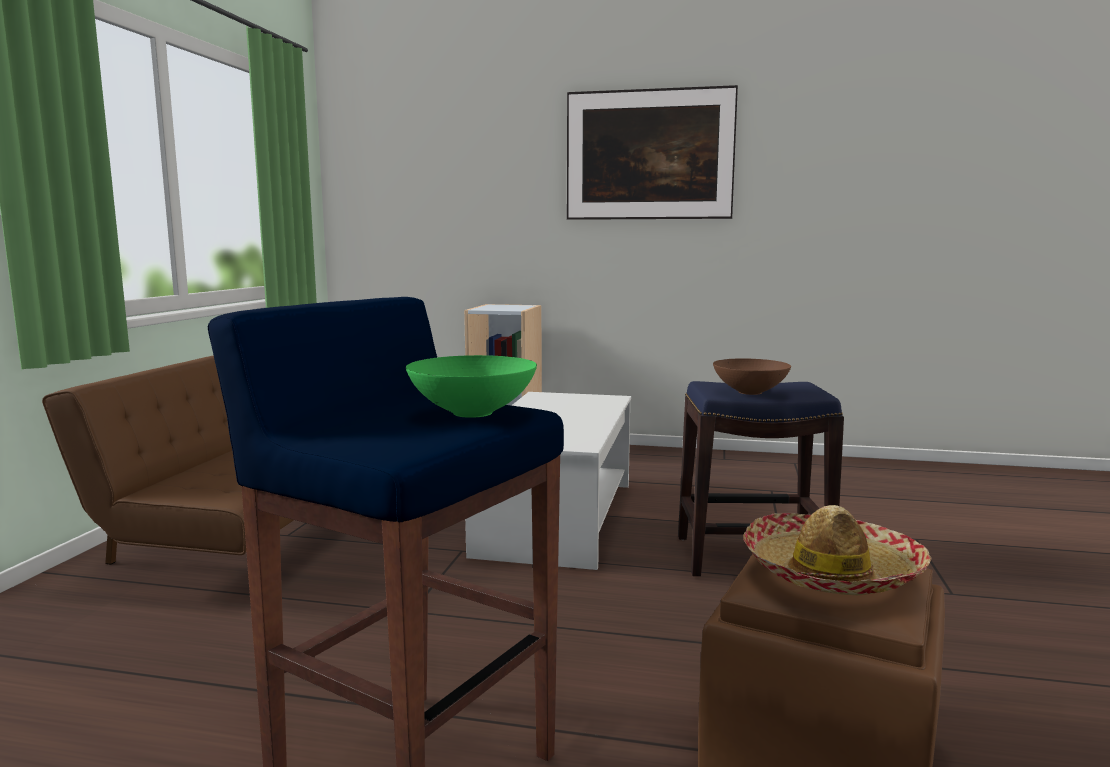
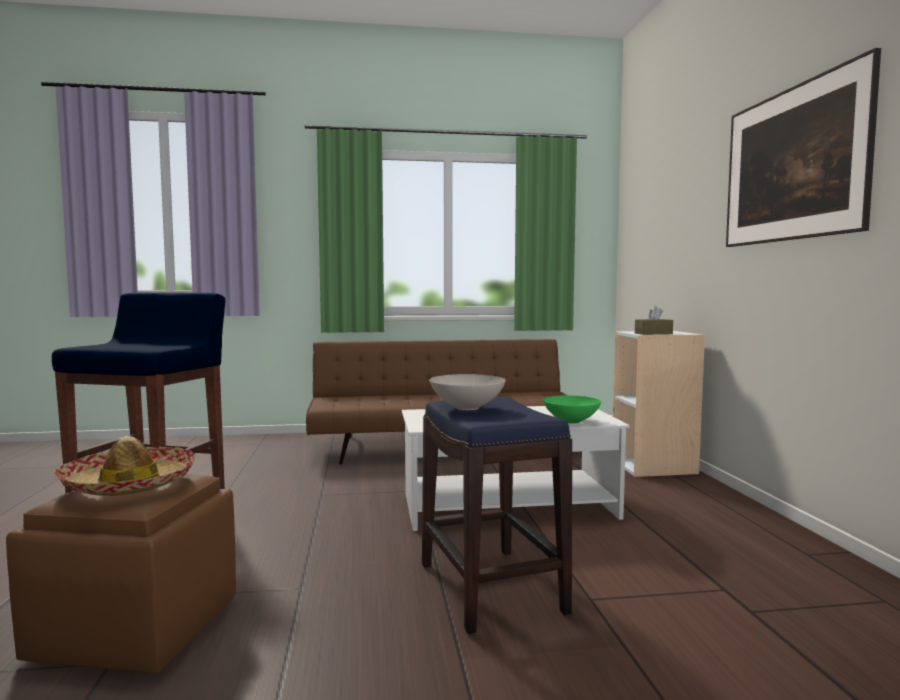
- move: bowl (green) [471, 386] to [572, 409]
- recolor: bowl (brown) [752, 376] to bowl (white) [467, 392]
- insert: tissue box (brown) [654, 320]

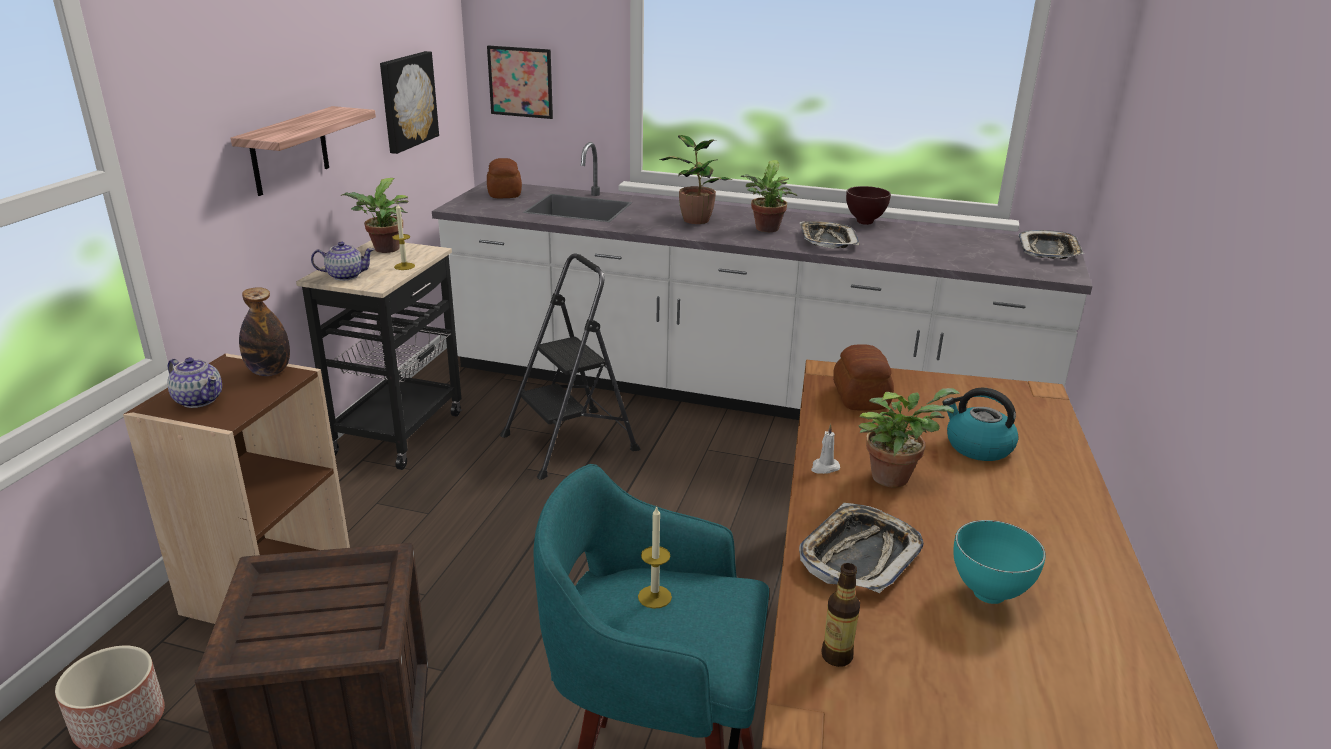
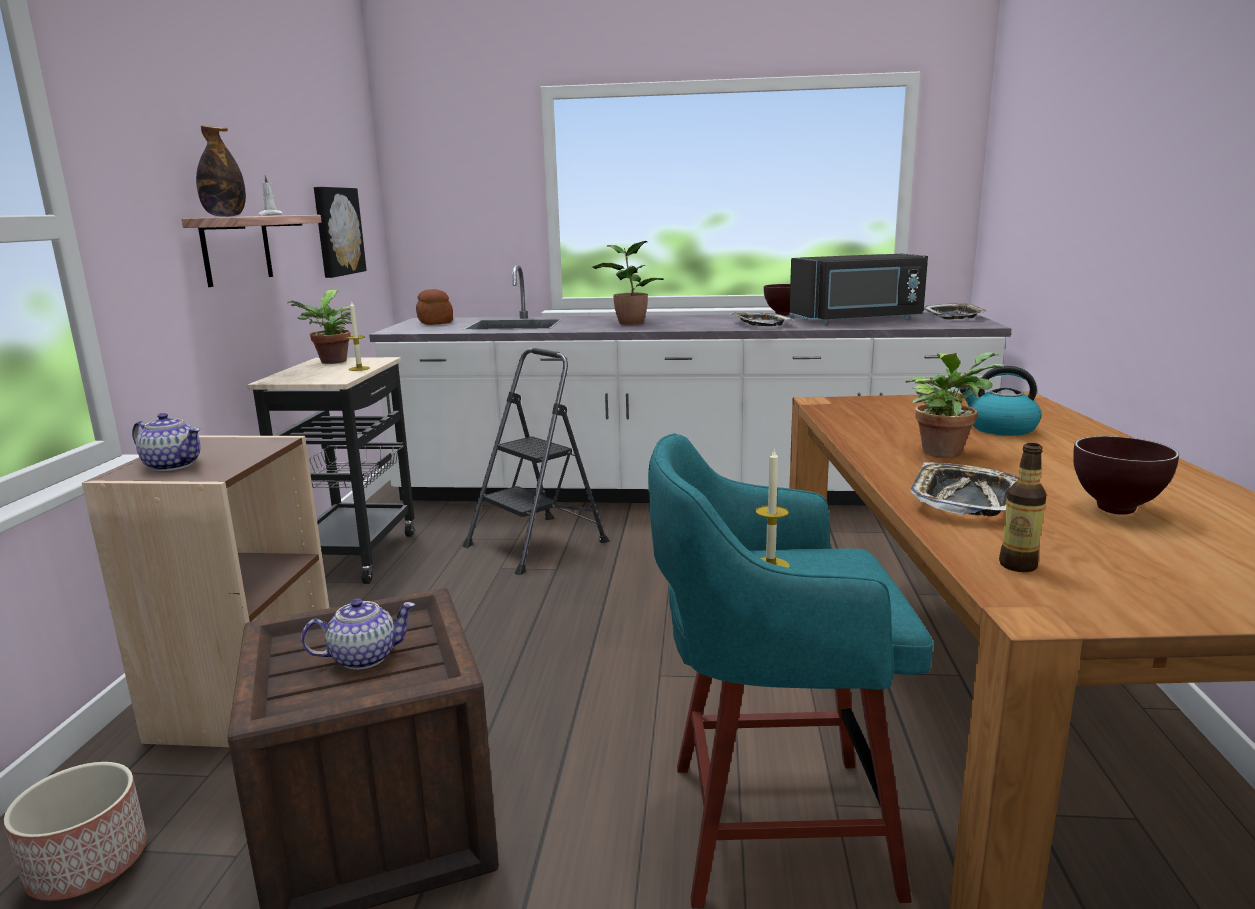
- move: bottle [264, 331] to [221, 171]
- move: teapot [343, 261] to [358, 634]
- delete: picture [520, 82]
- delete: potted plant [769, 196]
- move: candle (white) [825, 449] to [270, 195]
- delete: bread [863, 378]
- recolor: bowl (turquoise) [999, 562] to bowl (brown) [1126, 475]
- insert: microwave (black) [858, 289]

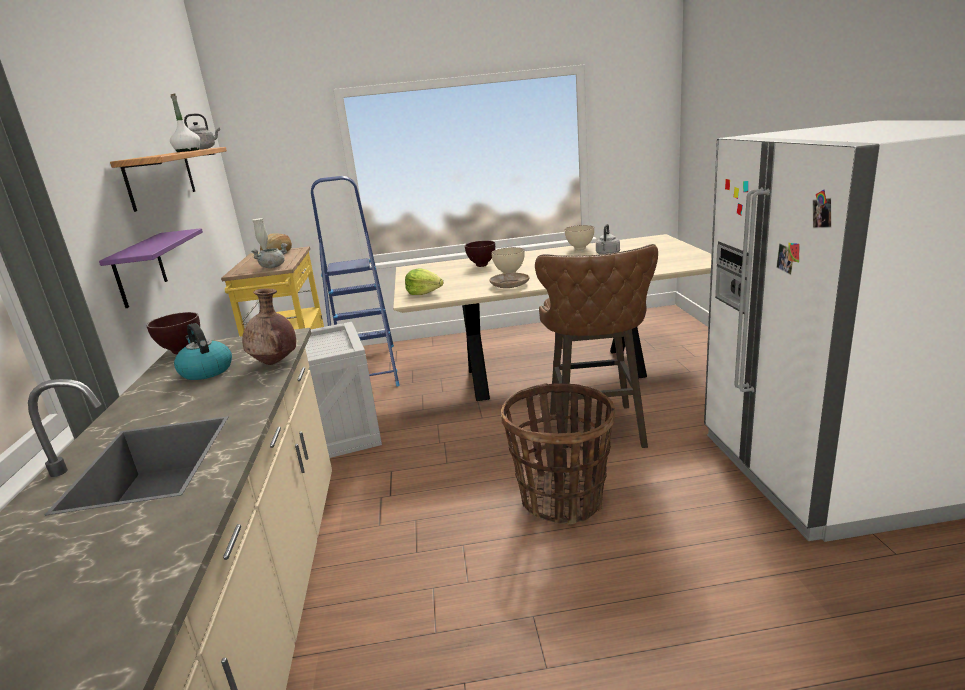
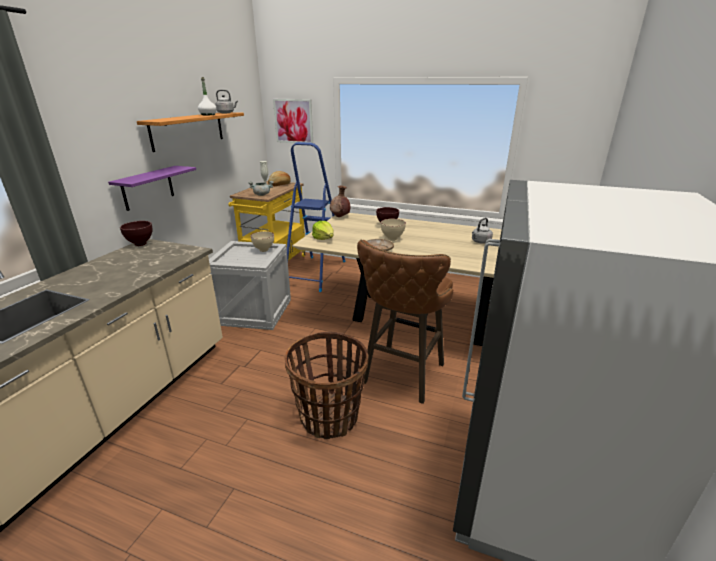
- delete: kettle [203, 351]
- move: vase (brown) [269, 327] to [340, 201]
- move: bowl (beige) [579, 237] to [262, 241]
- insert: picture [293, 121]

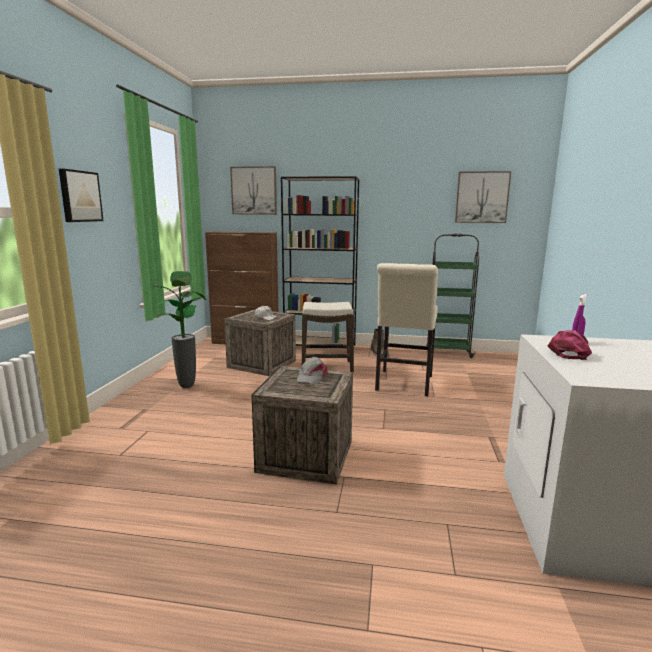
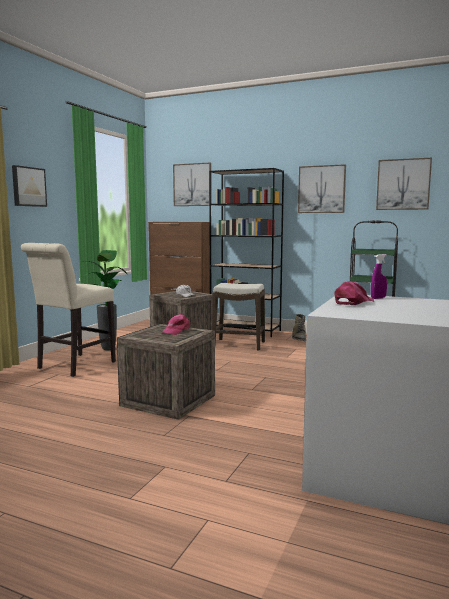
- recolor: cap (grey) [312, 370] to cap (pink) [175, 324]
- move: stool (beige) [406, 329] to [68, 310]
- insert: picture [322, 188]

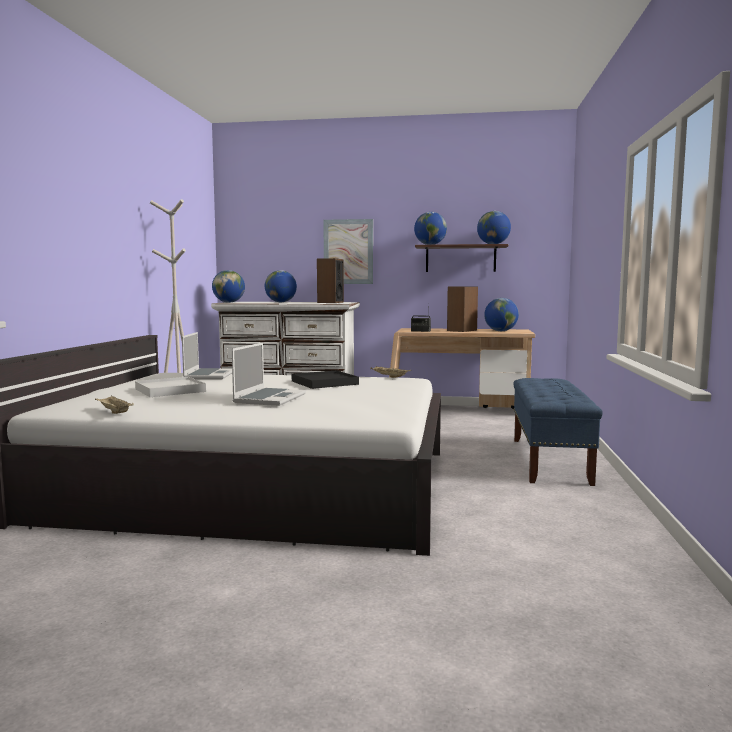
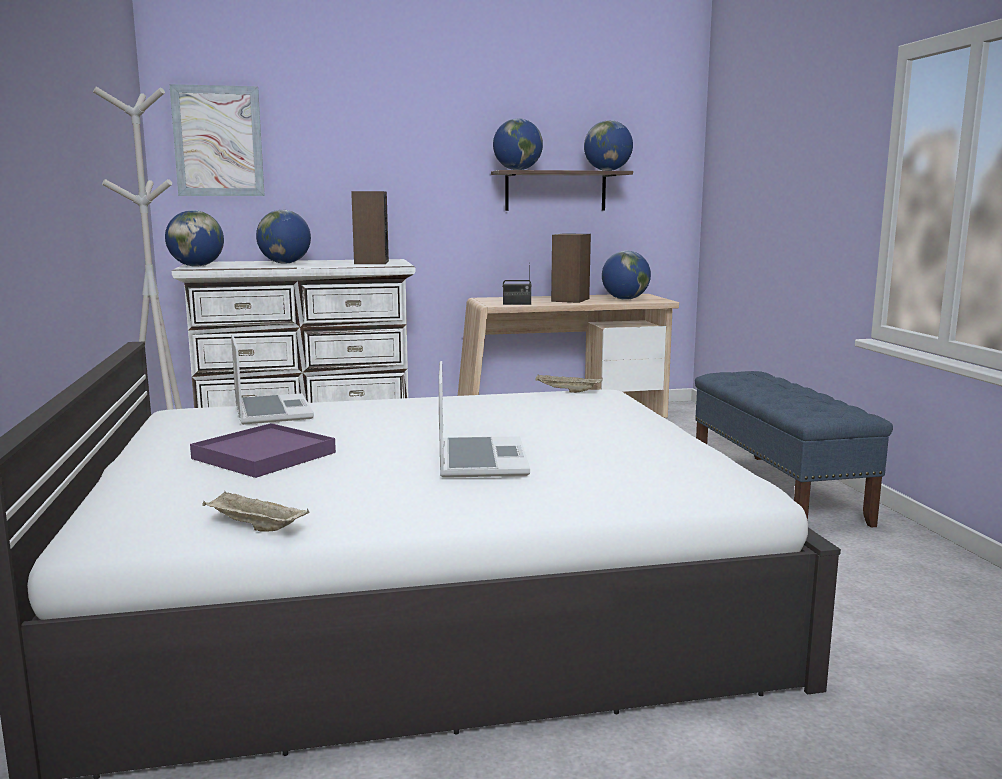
- recolor: tray (white) [170, 387] to tray (purple) [263, 450]
- delete: tray (black) [325, 380]
- move: picture [348, 251] to [217, 140]

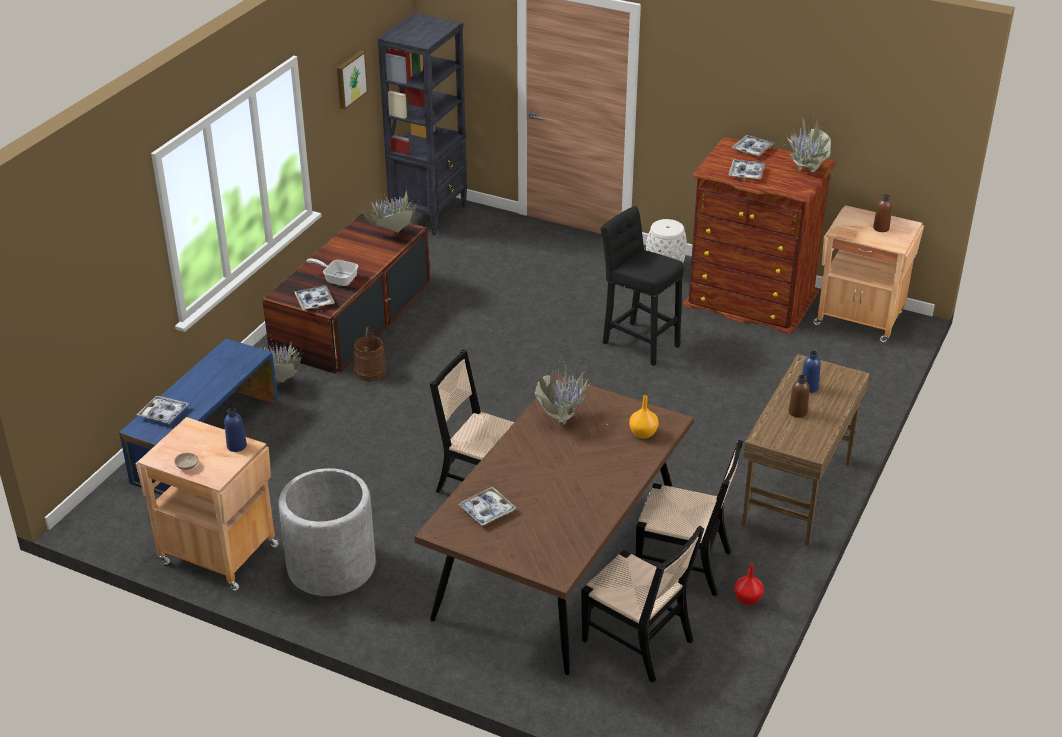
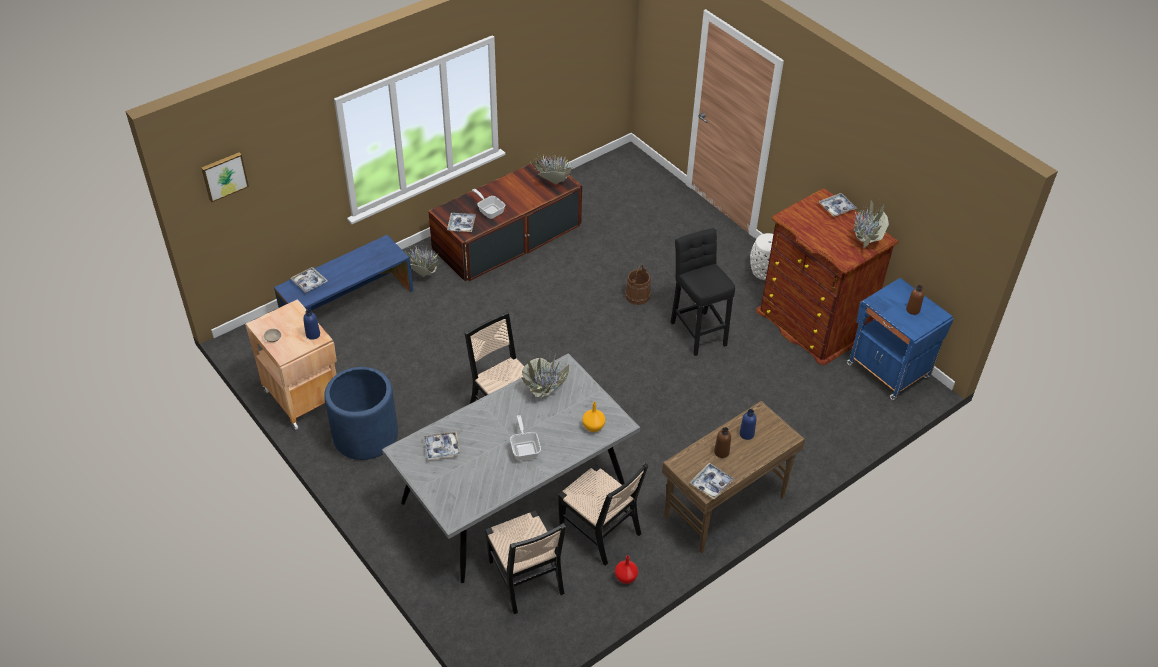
- recolor: planter (grey) [327, 532] to planter (blue) [361, 413]
- move: picture [352, 79] to [225, 177]
- move: bucket (brown) [370, 354] to [638, 285]
- delete: bookcase (black) [423, 124]
- recolor: dining table (brown) [554, 525] to dining table (grey) [511, 468]
- move: tray [746, 169] to [712, 481]
- recolor: cart (brown) [869, 273] to cart (blue) [900, 339]
- insert: frying pan [525, 438]

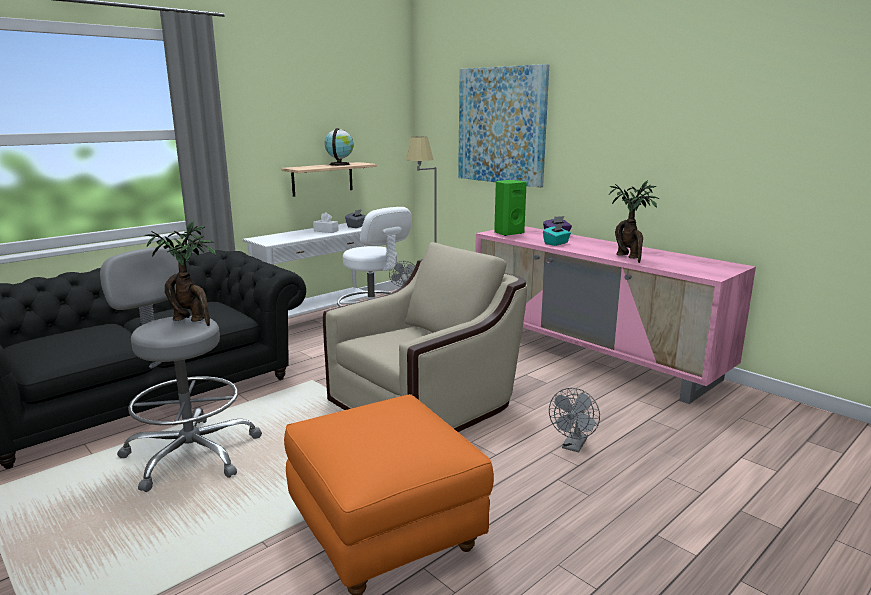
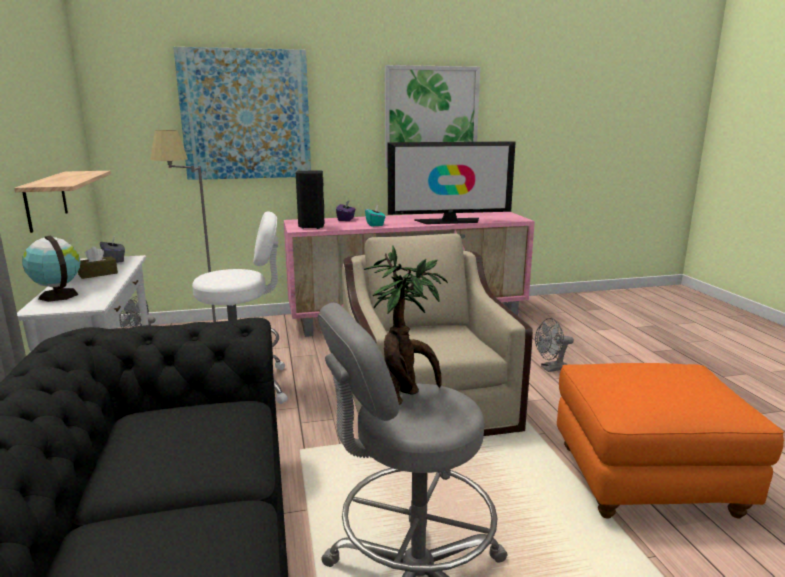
- recolor: tissue box (white) [326, 222] to tissue box (brown) [98, 262]
- move: globe [339, 147] to [51, 269]
- recolor: speaker (green) [510, 208] to speaker (black) [310, 199]
- rotate: fan (grey) [574, 420] = [554, 345] 105 degrees clockwise
- replace: potted plant [634, 221] to television [452, 182]
- insert: picture [432, 116]

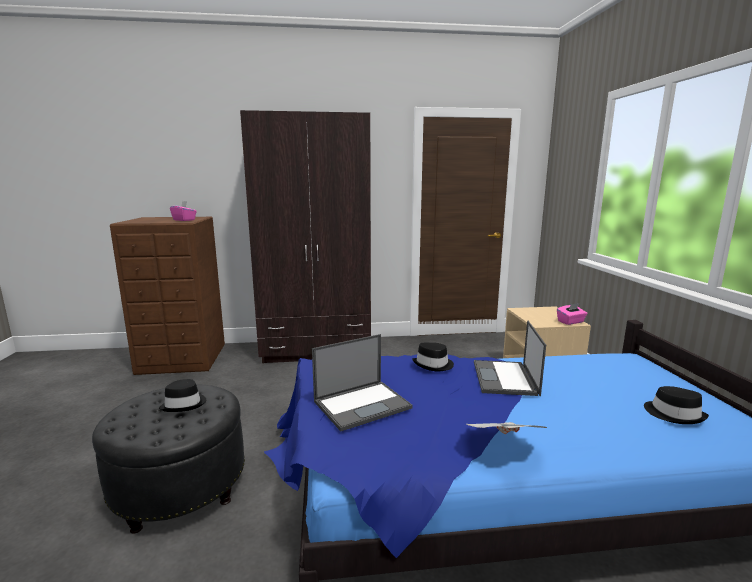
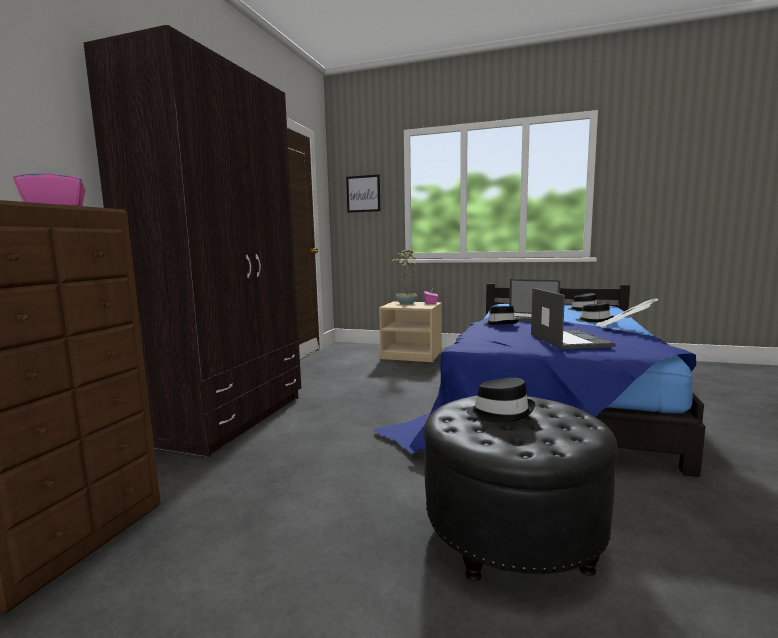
- insert: picture [363, 194]
- insert: potted plant [404, 277]
- insert: hat (black) [594, 312]

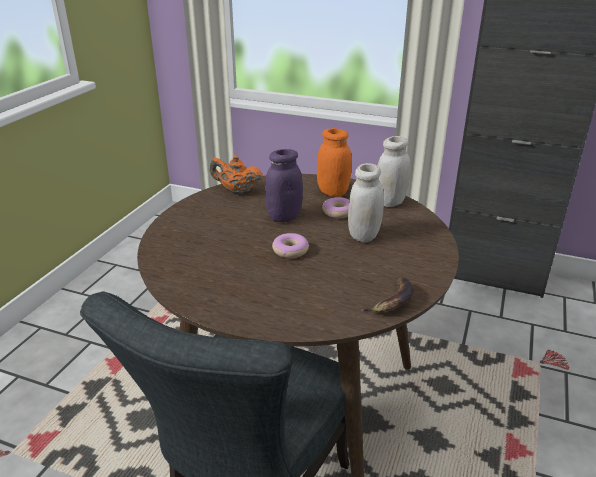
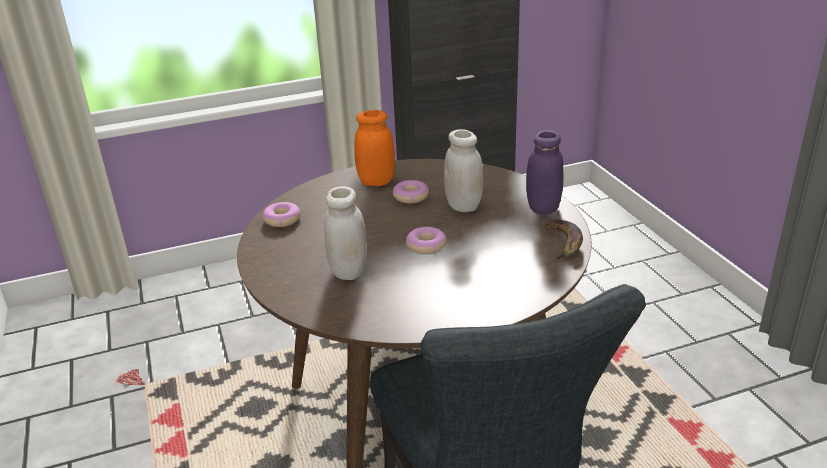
- replace: teapot (orange) [236, 174] to donut [281, 214]
- move: jar (purple) [284, 185] to [545, 173]
- move: jar (white) [394, 171] to [346, 233]

